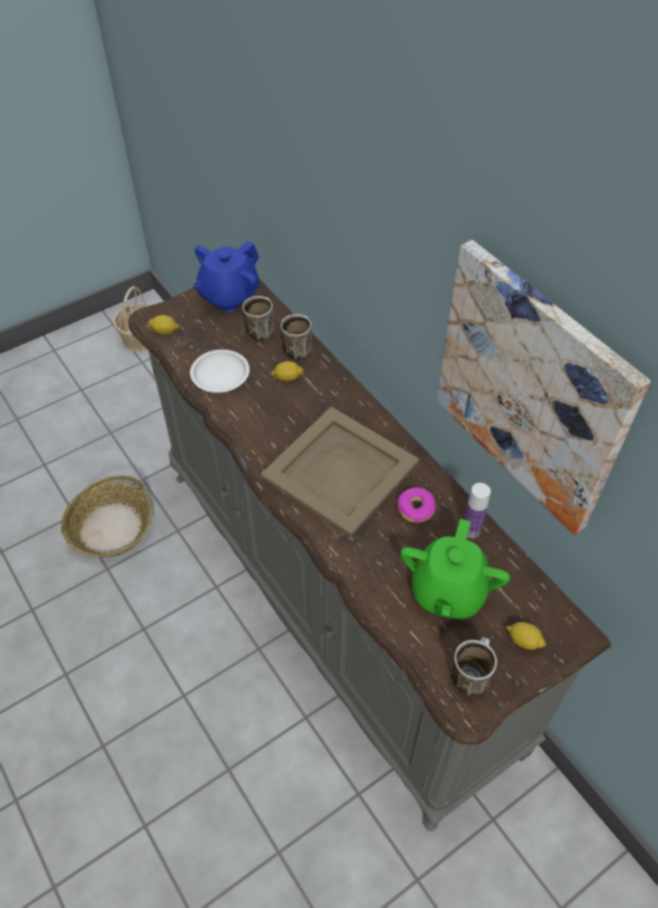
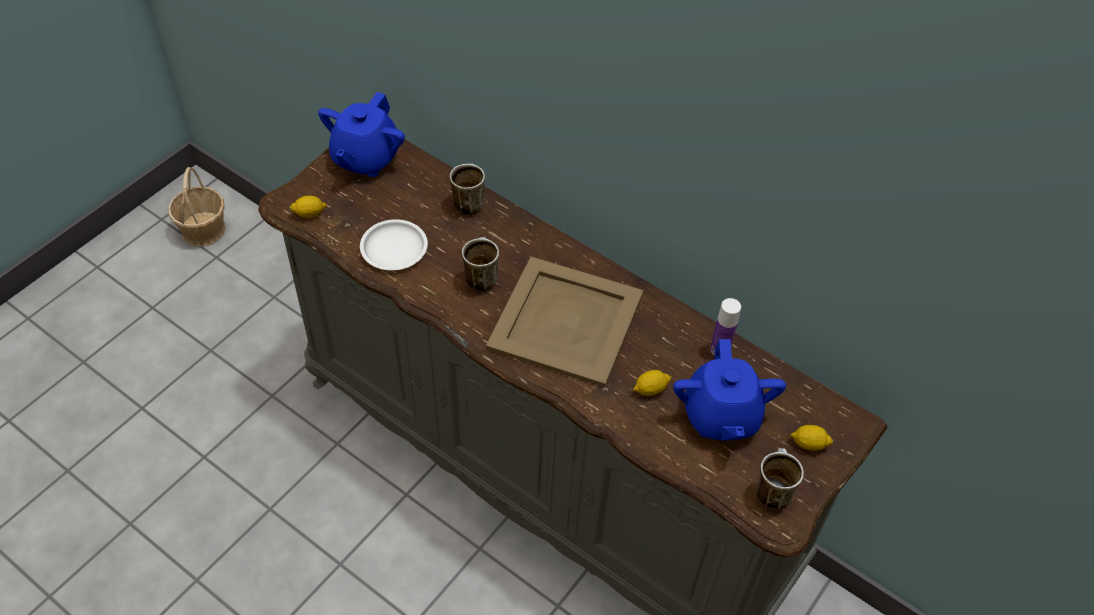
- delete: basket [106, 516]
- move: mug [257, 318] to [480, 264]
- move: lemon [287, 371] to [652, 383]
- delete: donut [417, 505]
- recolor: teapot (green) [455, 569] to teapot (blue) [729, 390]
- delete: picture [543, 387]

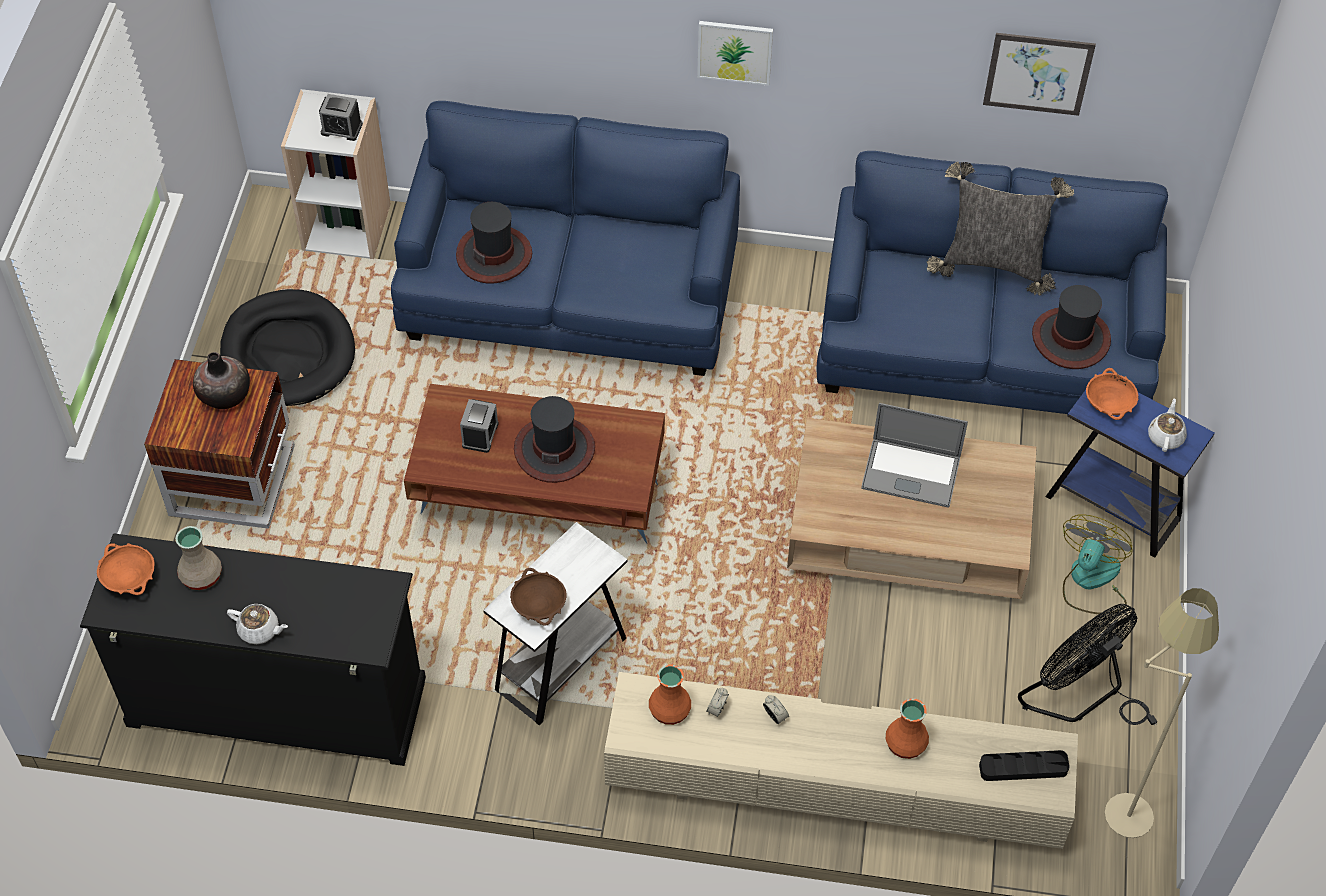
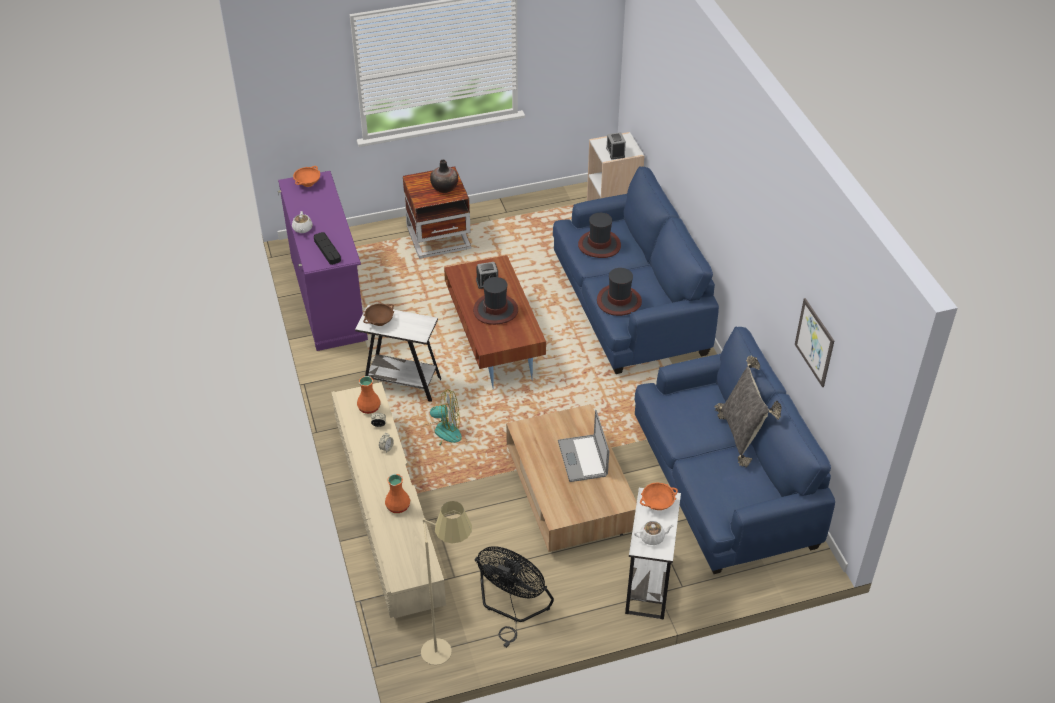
- recolor: cabinet (black) [253, 649] to cabinet (purple) [323, 261]
- delete: vase (beige) [198, 558]
- delete: dog bed (black) [287, 347]
- delete: picture [735, 53]
- move: tray (black) [1024, 765] to [327, 248]
- move: hat [1071, 327] to [619, 292]
- recolor: side table (blue) [1130, 465] to side table (white) [653, 554]
- move: fan [1098, 564] to [441, 417]

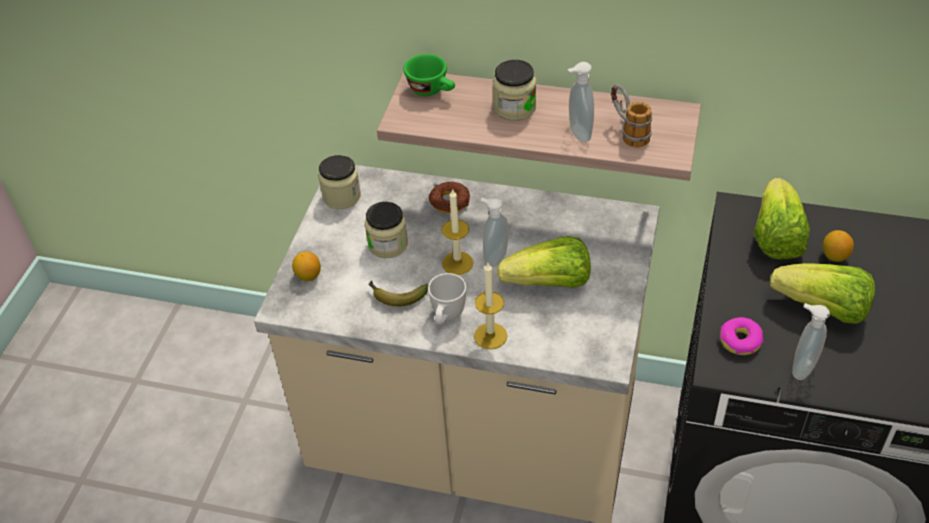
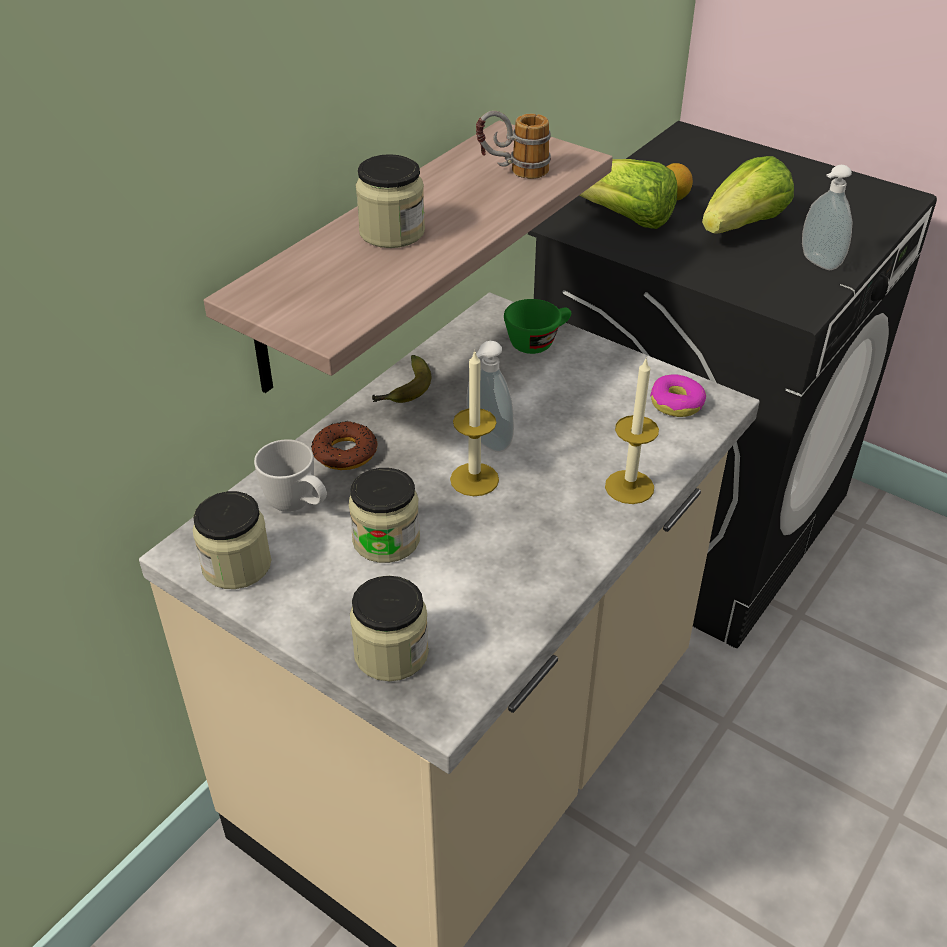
- replace: lemon [306, 266] to jar [389, 628]
- move: banana [398, 293] to [401, 379]
- move: cup (green) [429, 75] to [537, 326]
- move: mug (white) [447, 299] to [290, 475]
- delete: lettuce [544, 262]
- delete: soap dispenser [581, 102]
- move: donut [741, 336] to [678, 395]

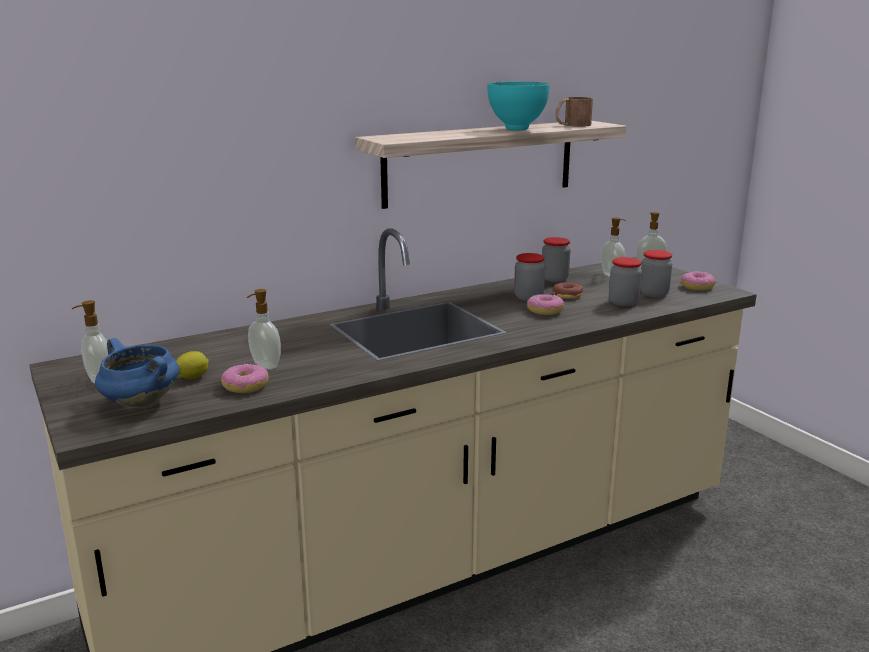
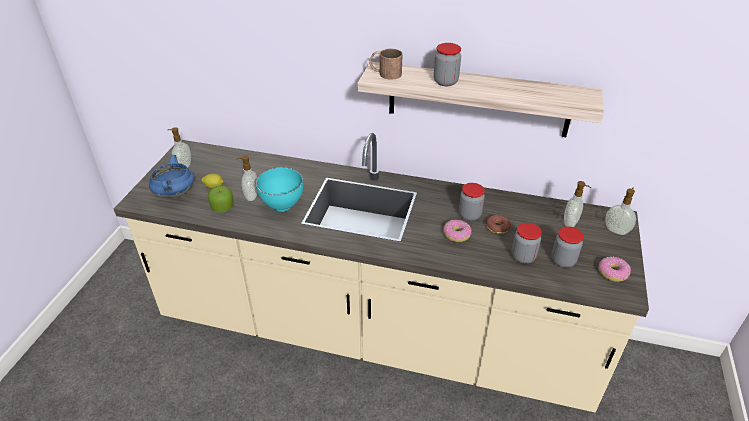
- replace: donut [245, 378] to apple [221, 199]
- move: bowl (turquoise) [519, 106] to [279, 189]
- move: jar [556, 259] to [447, 64]
- move: mug (brown) [574, 112] to [386, 64]

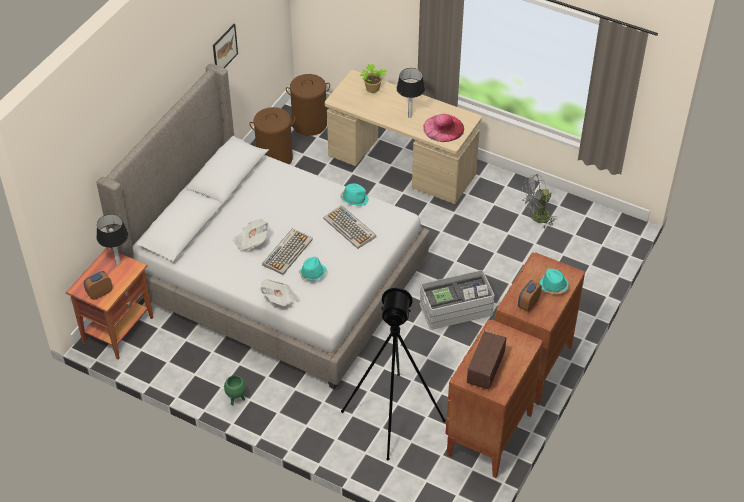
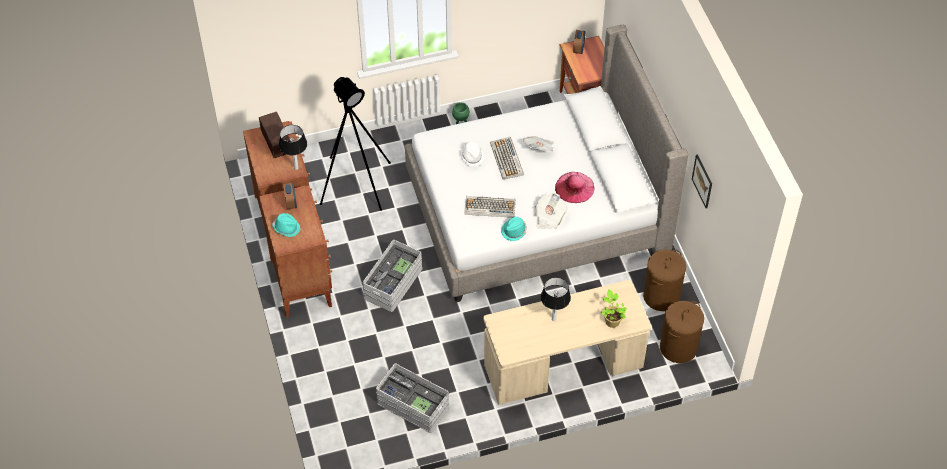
- move: table lamp [112, 239] to [293, 147]
- move: newspaper [279, 292] to [551, 211]
- recolor: hat (turquoise) [313, 269] to hat (white) [472, 154]
- move: hat (pink) [443, 128] to [574, 187]
- replace: fan (grey) [539, 201] to storage box (grey) [413, 398]

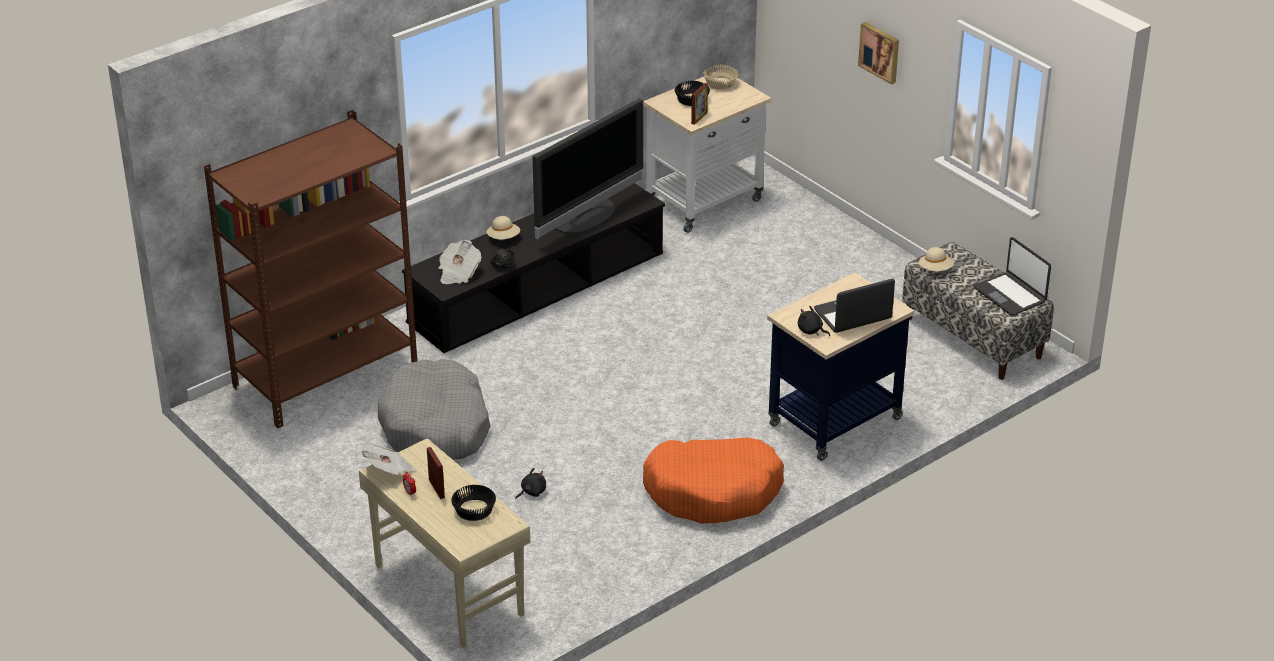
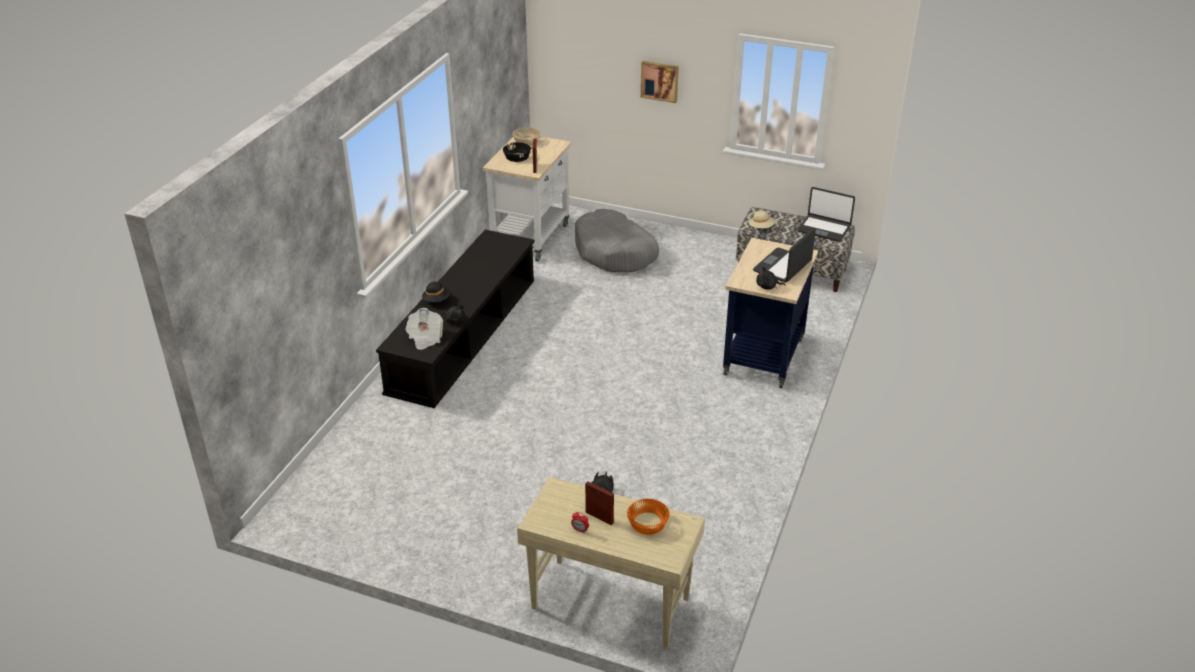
- delete: bookcase (brown) [310, 268]
- delete: newspaper [387, 459]
- move: dog bed (grey) [434, 409] to [617, 240]
- recolor: bowl (black) [473, 503] to bowl (orange) [648, 517]
- recolor: hat (beige) [503, 228] to hat (black) [436, 292]
- delete: television [587, 168]
- delete: dog bed (orange) [713, 480]

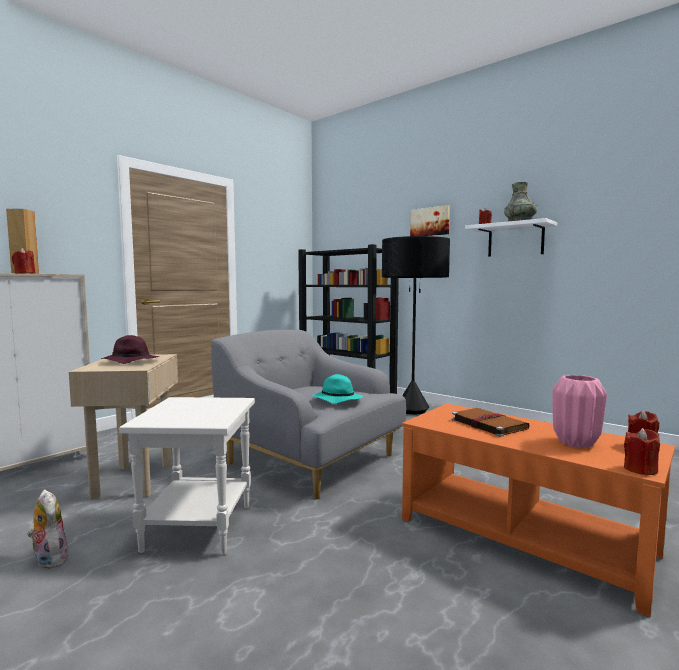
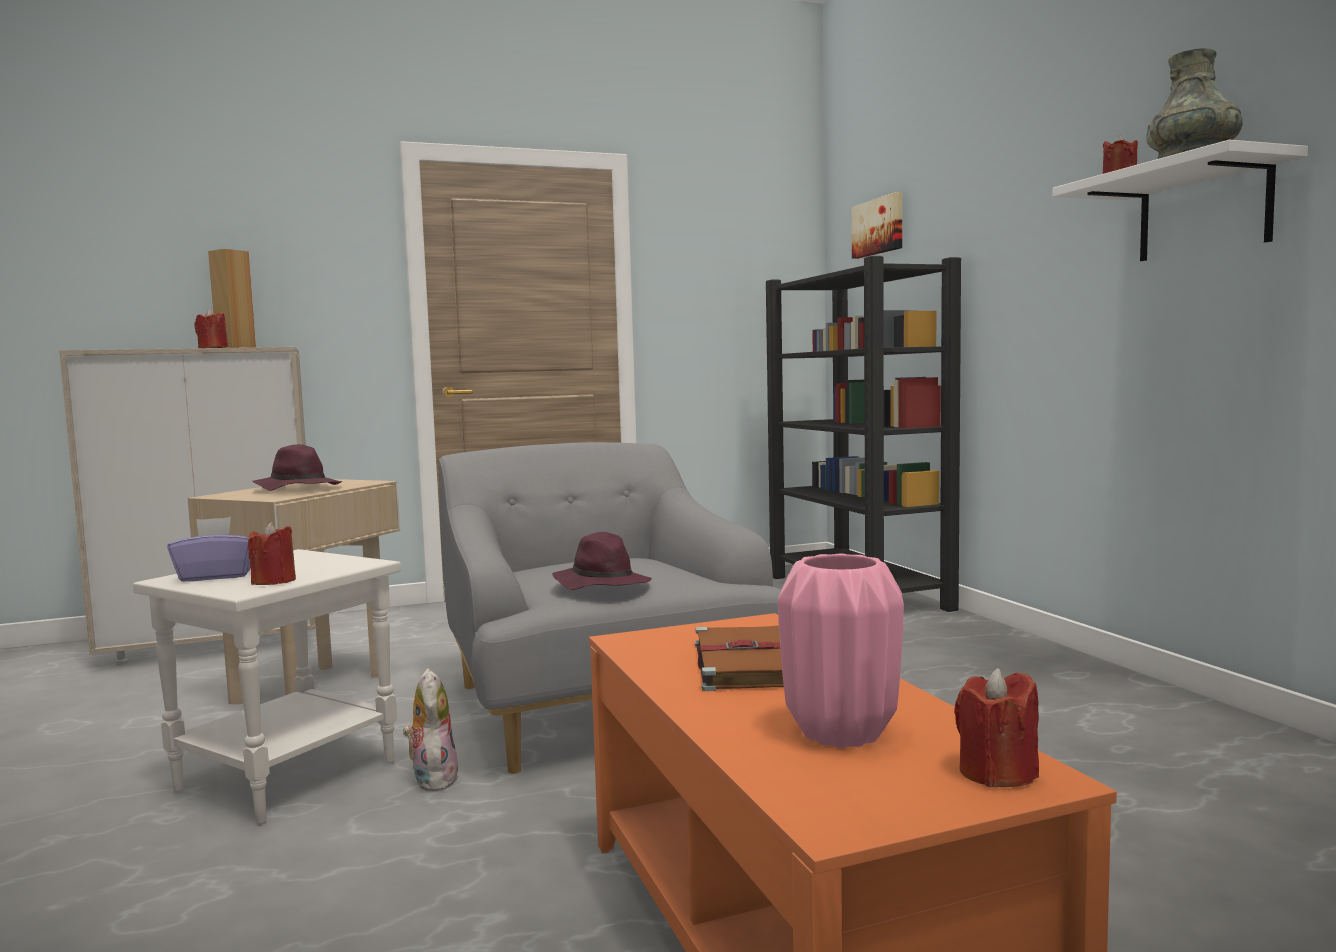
- move: plush toy [48, 529] to [431, 729]
- recolor: hat (turquoise) [337, 389] to hat (purple) [602, 561]
- delete: floor lamp (black) [416, 325]
- move: picture [430, 220] to [876, 225]
- move: candle (red) [642, 451] to [272, 553]
- insert: tissue box (purple) [208, 549]

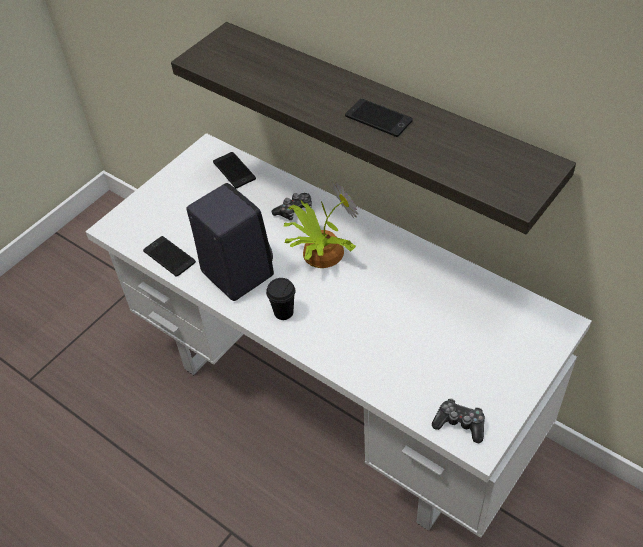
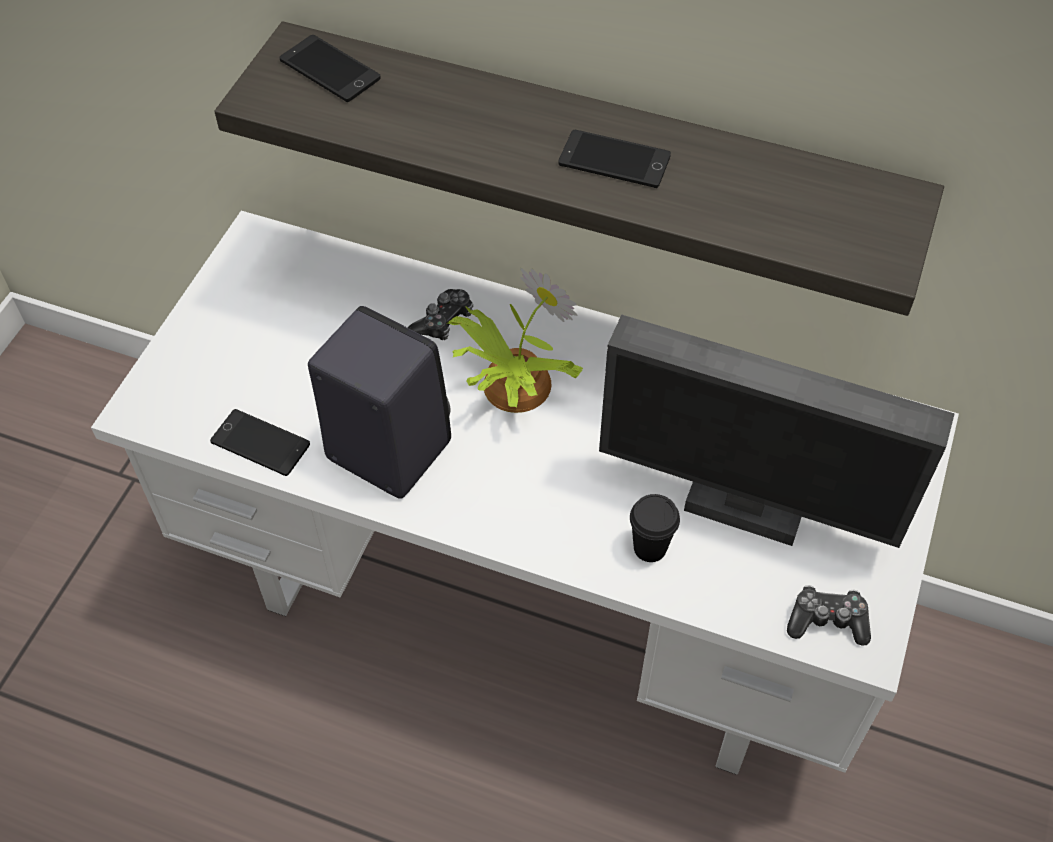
- move: phone [234, 170] to [330, 68]
- move: cup (black) [281, 299] to [655, 528]
- insert: monitor [777, 431]

